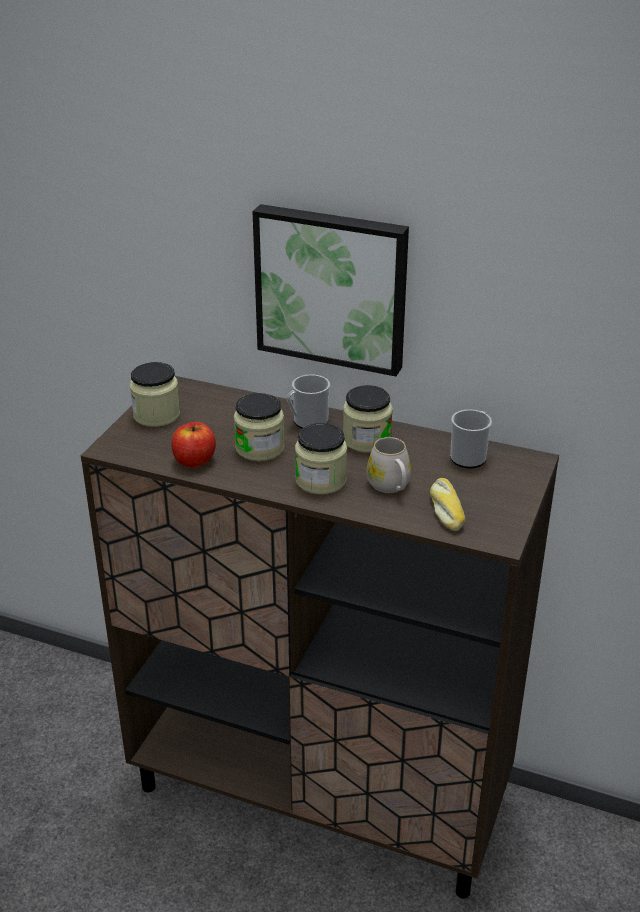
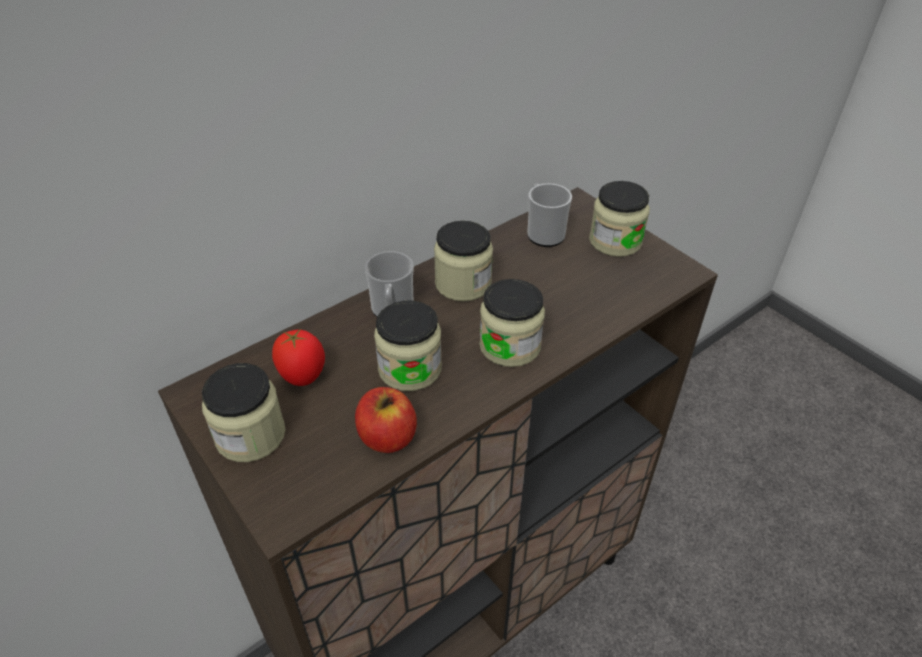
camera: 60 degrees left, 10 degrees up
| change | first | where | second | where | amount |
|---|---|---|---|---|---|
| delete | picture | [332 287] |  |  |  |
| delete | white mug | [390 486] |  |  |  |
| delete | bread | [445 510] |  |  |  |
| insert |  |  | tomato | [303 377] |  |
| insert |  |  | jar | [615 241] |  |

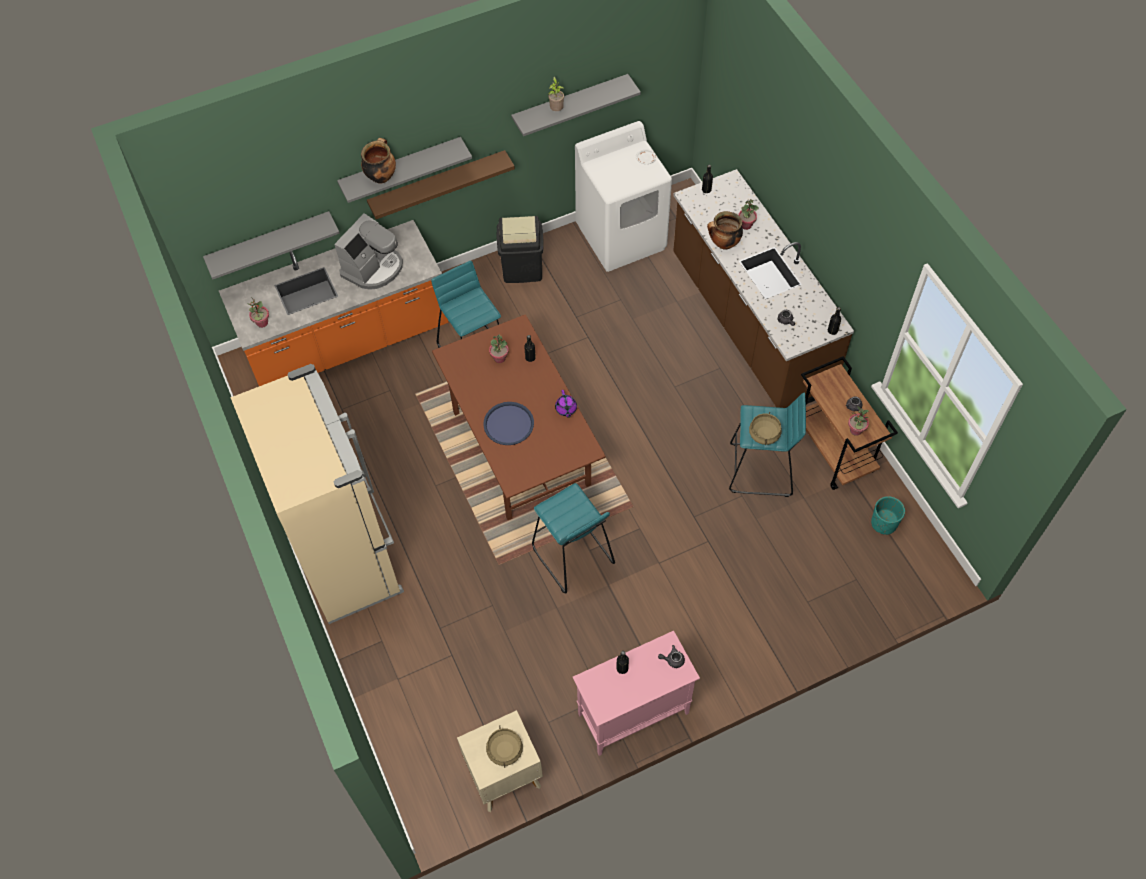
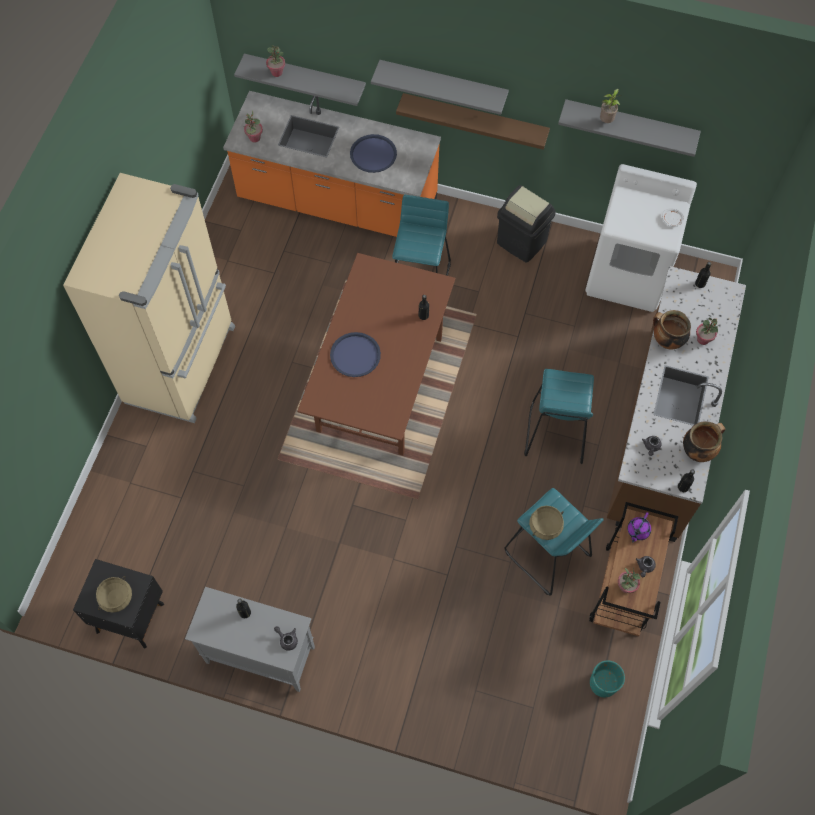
camera: 40 degrees right, 5 degrees up
| change | first | where | second | where | amount |
|---|---|---|---|---|---|
| move | cooking pot | [381 176] |  | [697 450] |  |
| move | potted plant | [499 358] |  | [277 72] |  |
| move | turquoise stool | [572 556] |  | [555 434] |  |
| move | purple teapot | [566 409] |  | [637 531] |  |
| replace | coffee machine | [373 268] | blue tray | [373 154] |  |
| recolor | beige nightstand | [503 776] | black nightstand | [129 616] |  |
| recolor | pink cabinet | [632 714] | grey cabinet | [259 655] |  |

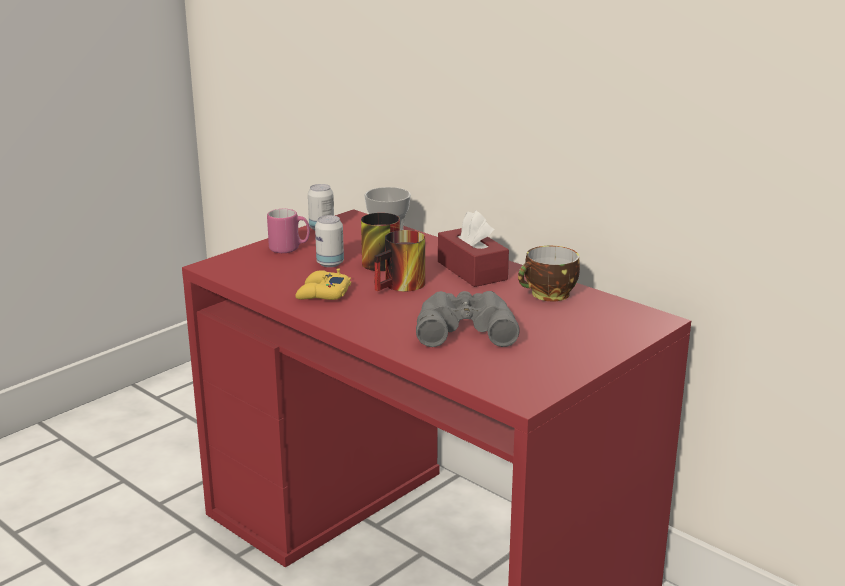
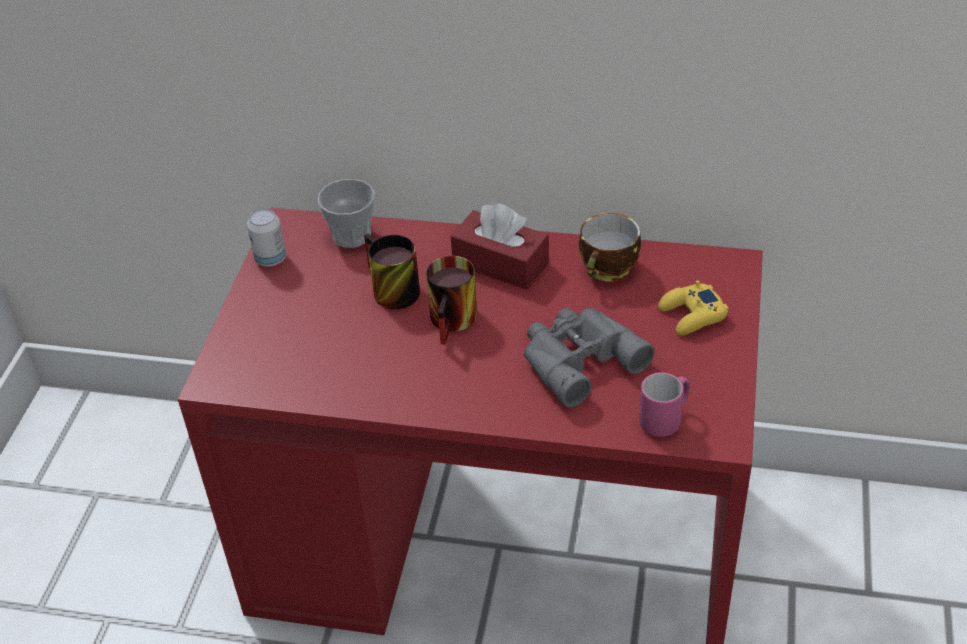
camera: 30 degrees left, 20 degrees up
| change | first | where | second | where | amount |
|---|---|---|---|---|---|
| delete | can | [330 263] |  |  |  |
| move | pink mug | [289 249] |  | [665 419] |  |
| move | yellow game controller | [323 293] |  | [692 315] |  |

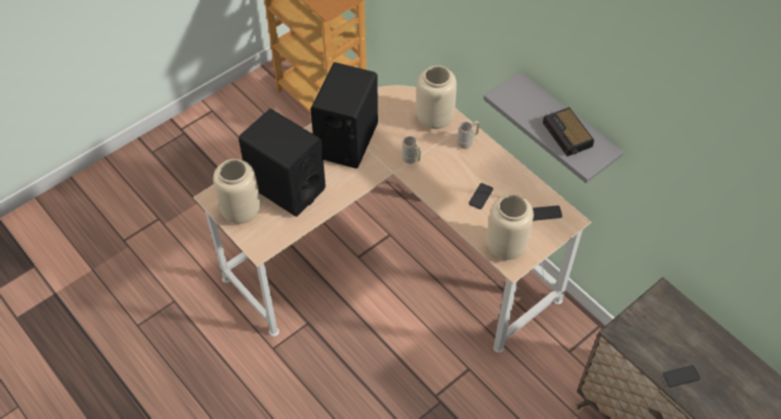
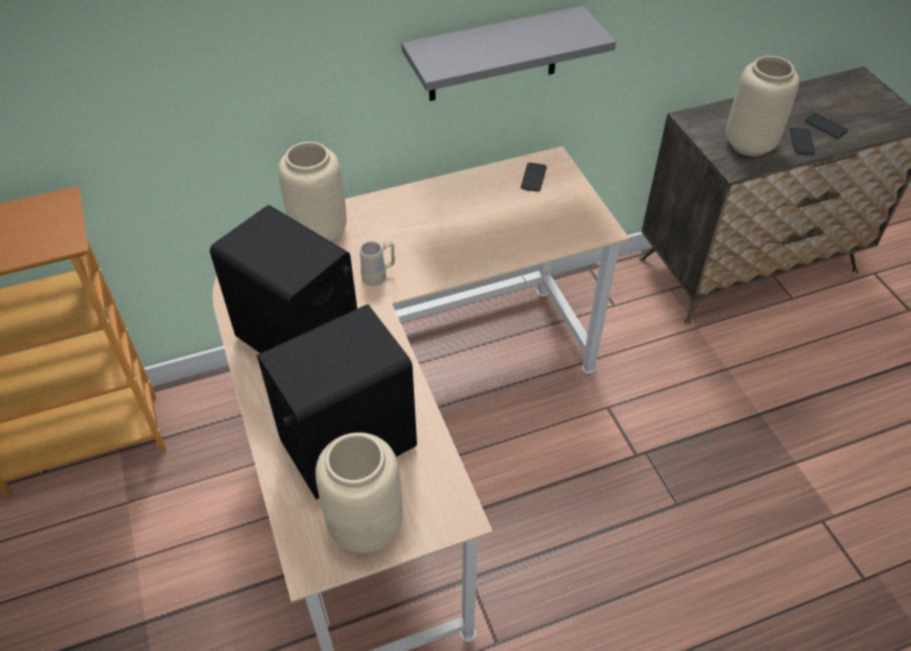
camera: 70 degrees left, 5 degrees down
| change | first | where | second | where | amount |
|---|---|---|---|---|---|
| delete | beige mug | [467 142] |  |  |  |
| delete | alarm clock | [568 135] |  |  |  |
| move | phone | [480 196] |  | [825 126] |  |
| move | beige vase | [506 247] |  | [750 144] |  |

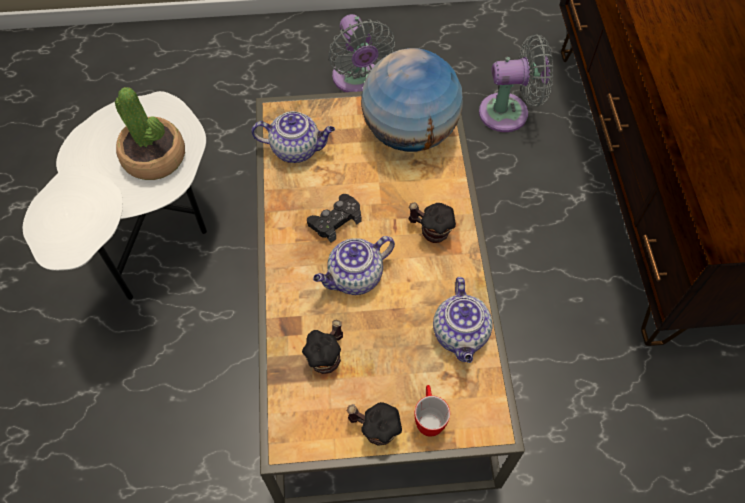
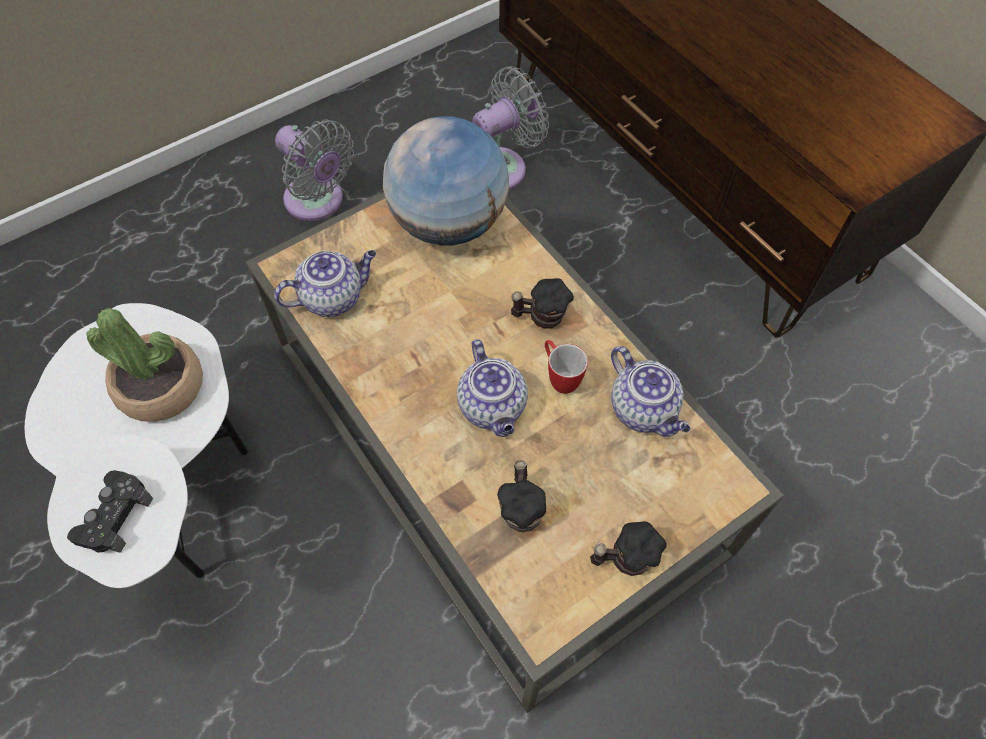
camera: 30 degrees left, 0 degrees up
| change | first | where | second | where | amount |
|---|---|---|---|---|---|
| move | black game controller | [335 221] |  | [114 516] |  |
| move | mug | [428 418] |  | [559 377] |  |
| rotate | teapot | [354 278] |  | [493 408] | 45 degrees counterclockwise |

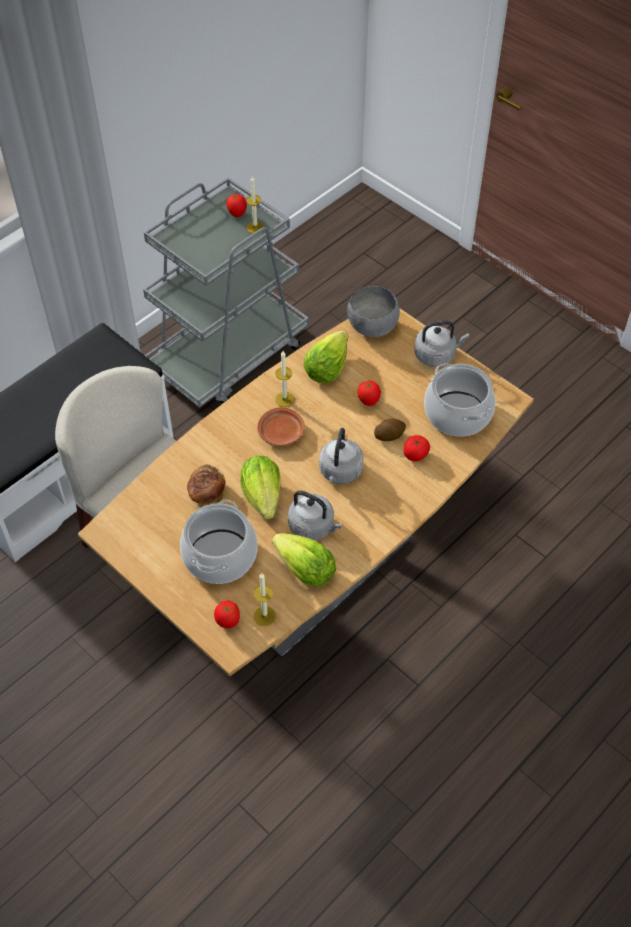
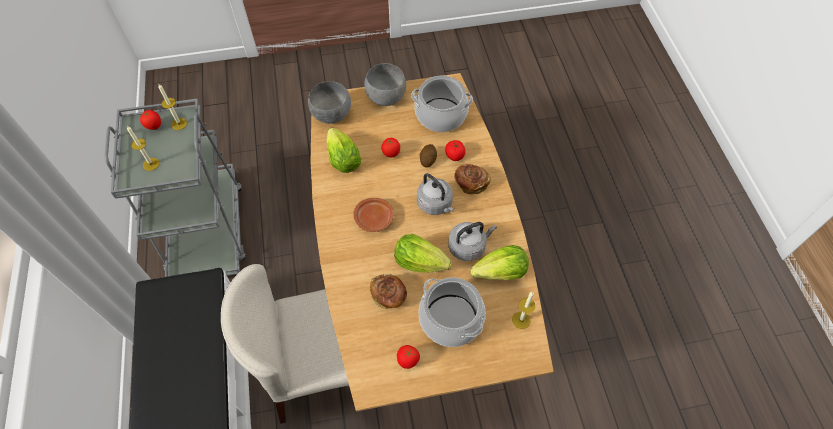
camera: 55 degrees left, 5 degrees up
| change | first | where | second | where | amount |
|---|---|---|---|---|---|
| insert |  |  | bread | [470 183] |  |
| move | tomato | [227 622] |  | [408 361] |  |
| move | candle | [284 399] |  | [151 164] |  |
| replace | grey kettle | [437 355] | grey bowl | [385 97] |  |

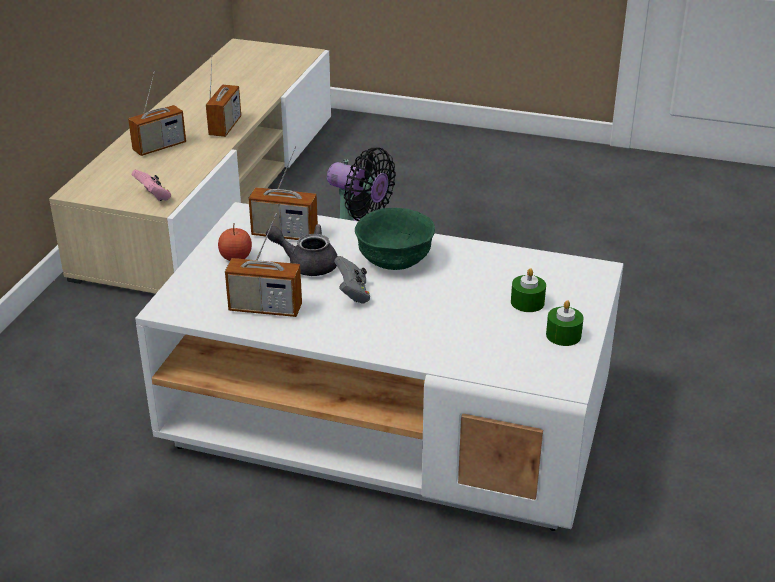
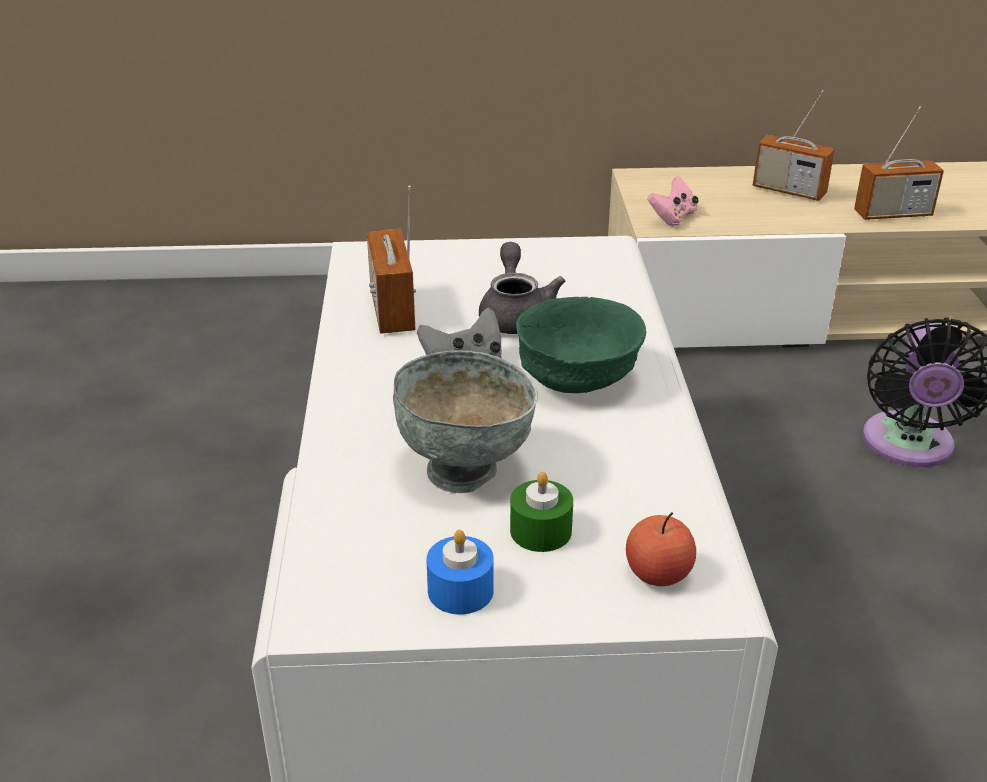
camera: 70 degrees right, 0 degrees up
| change | first | where | second | where | amount |
|---|---|---|---|---|---|
| delete | radio | [284 234] |  |  |  |
| insert |  |  | grey bowl | [464 470] |  |
| move | apple | [236 257] |  | [658 574] |  |
| recolor | green candle | [563 335] | blue candle | [460 590] |  |

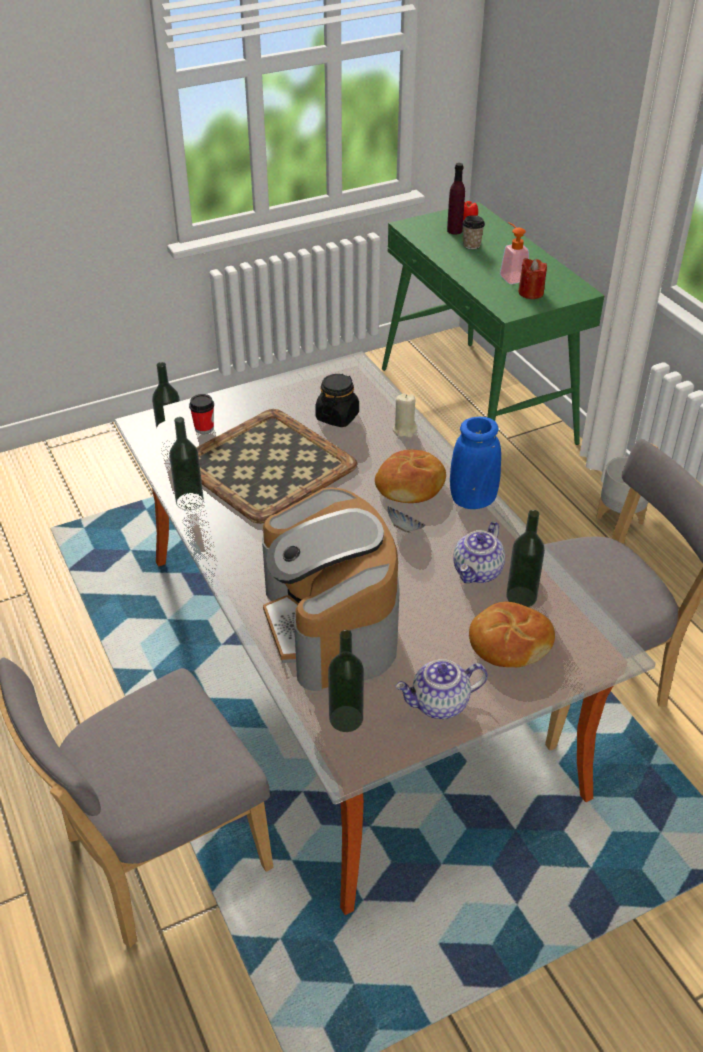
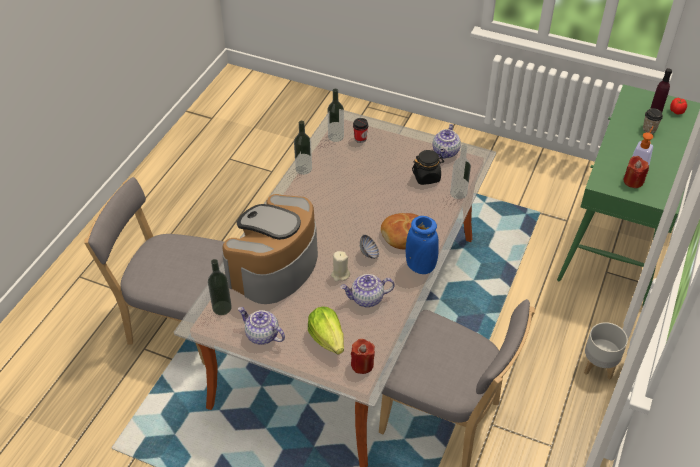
camera: 50 degrees right, 5 degrees up
| change | first | where | second | where | amount |
|---|---|---|---|---|---|
| delete | tray | [265 465] |  |  |  |
| insert |  |  | red candle | [362 364] |  |
| insert |  |  | teapot | [445 152] |  |
| move | beige candle | [405 430] |  | [340 274] |  |
| move | bottle | [521 597] |  | [458 193] |  |
| replace | bread | [508 643] | lettuce | [327 339] |  |

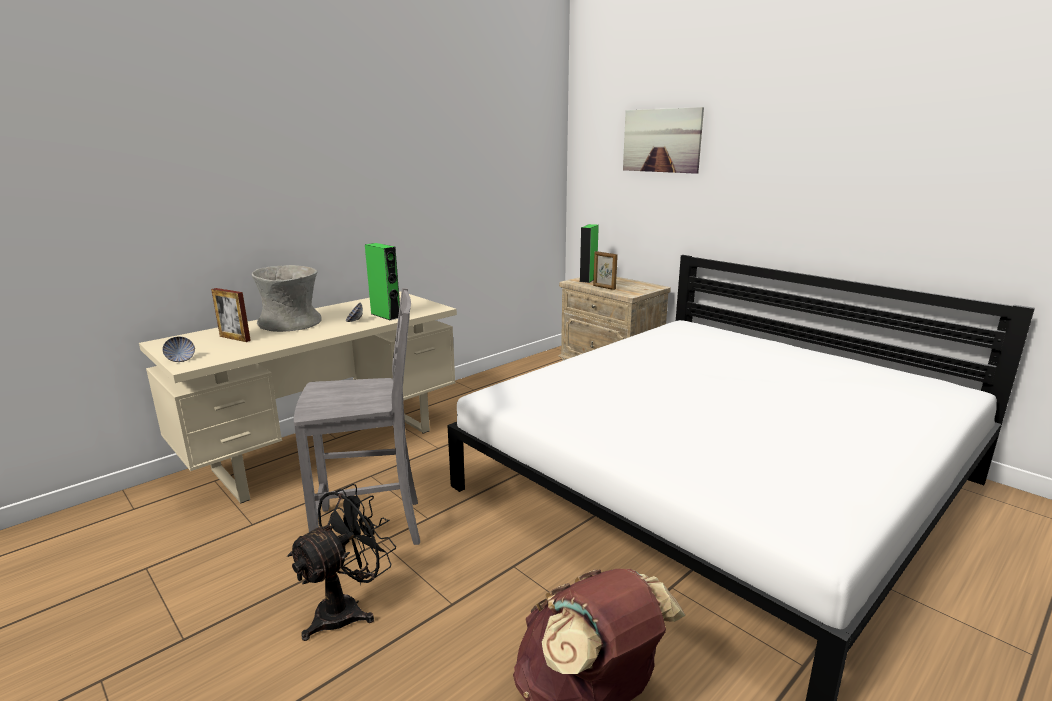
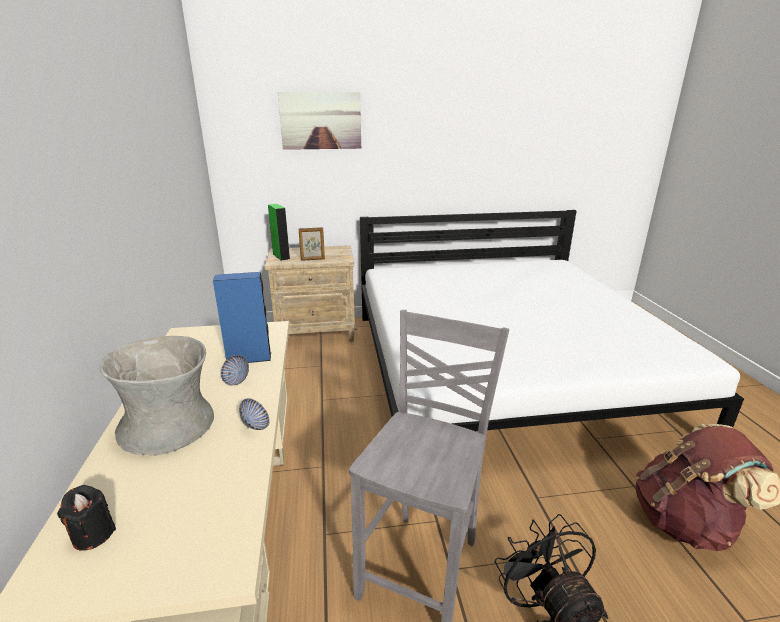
camera: 55 degrees left, 5 degrees up
| change | first | where | second | where | amount |
|---|---|---|---|---|---|
| delete | picture frame | [235 338] |  |  |  |
| insert |  |  | black candle | [93 534] |  |
| move | bowl | [181 359] |  | [255 425] |  |
| recolor | green speaker | [385 315] | blue speaker | [249 358] |  |

